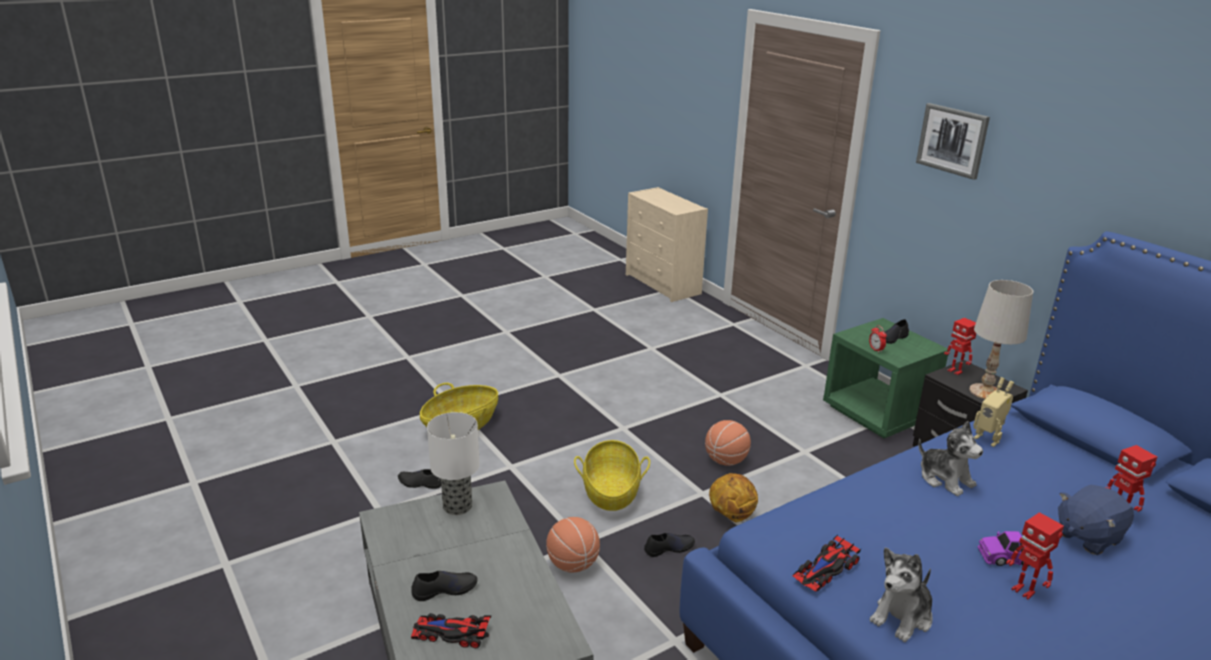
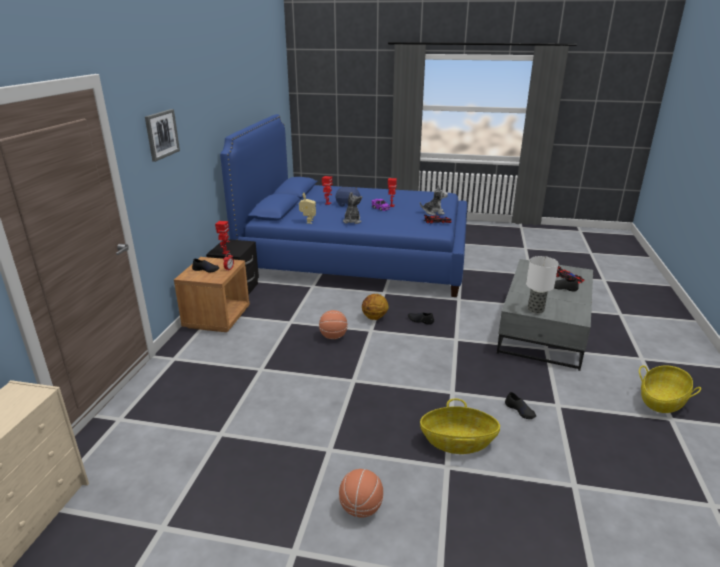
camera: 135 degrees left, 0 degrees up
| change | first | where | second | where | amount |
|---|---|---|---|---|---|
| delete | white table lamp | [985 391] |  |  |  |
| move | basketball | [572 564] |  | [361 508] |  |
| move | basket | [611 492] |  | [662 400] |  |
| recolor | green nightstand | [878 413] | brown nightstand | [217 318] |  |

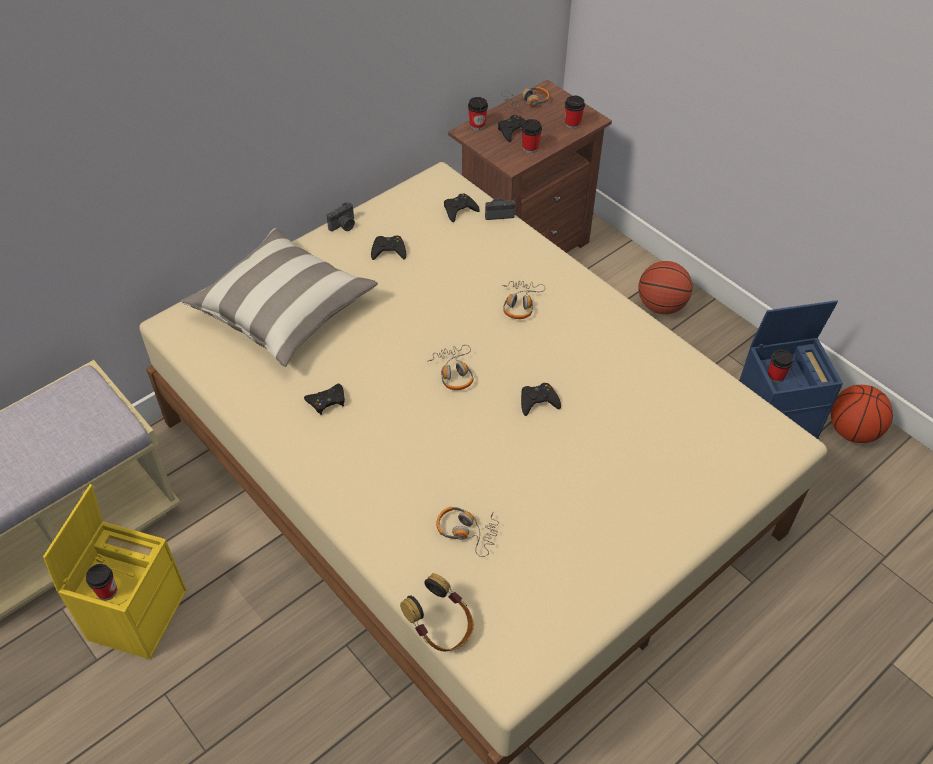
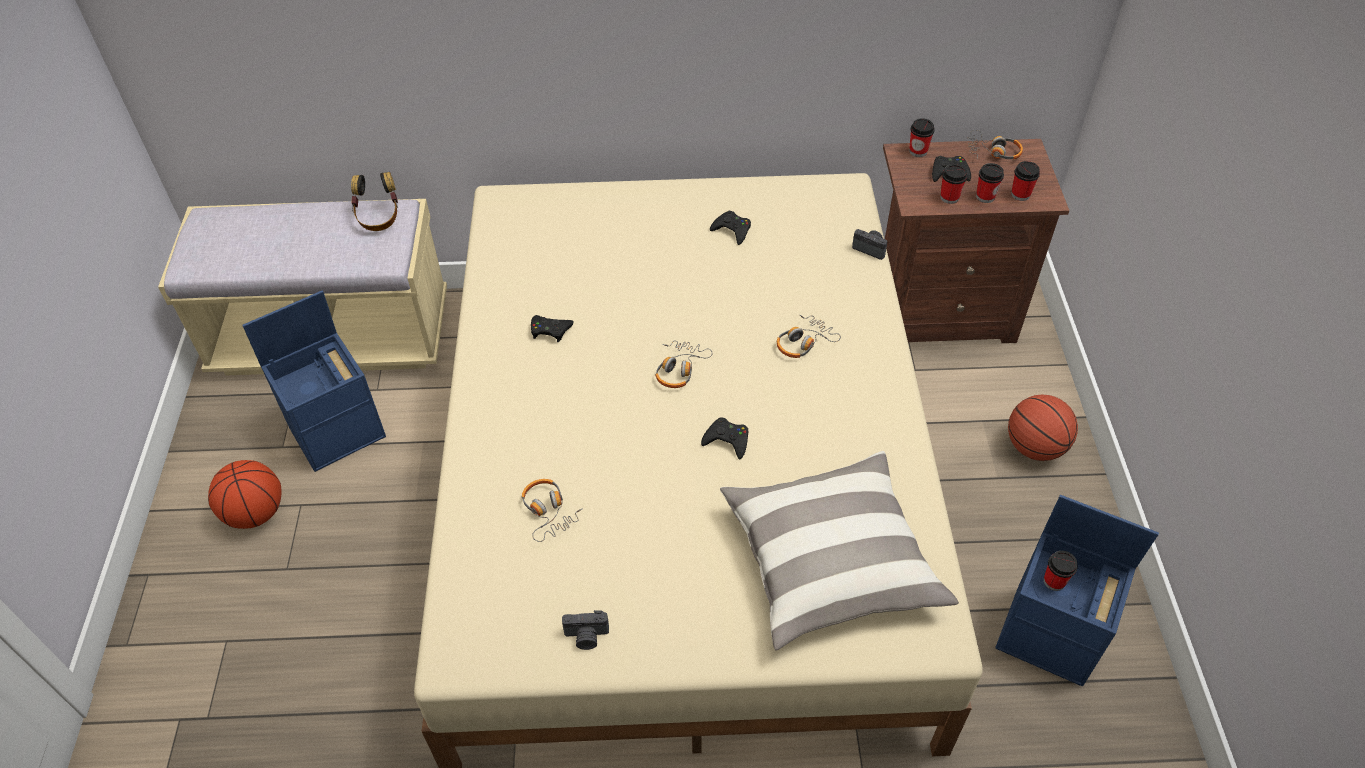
camera: 40 degrees right, 0 degrees up
| change | first | where | second | where | amount |
|---|---|---|---|---|---|
| delete | black game controller | [459 210] |  |  |  |
| move | cup | [107 591] |  | [985 196] |  |
| move | pillow | [283 311] |  | [830 562] |  |
| move | photo camera | [343 226] |  | [586 637] |  |
| move | headphones | [441 628] |  | [379 217] |  |
| move | basketball | [852 431] |  | [256 513] |  |
| recolor | yellow storage box | [137 612] | blue storage box | [338 430] |  |

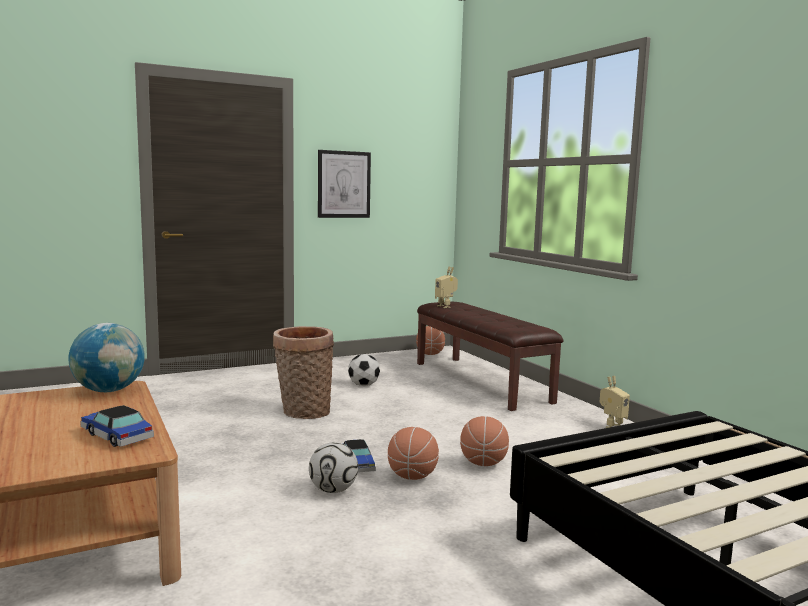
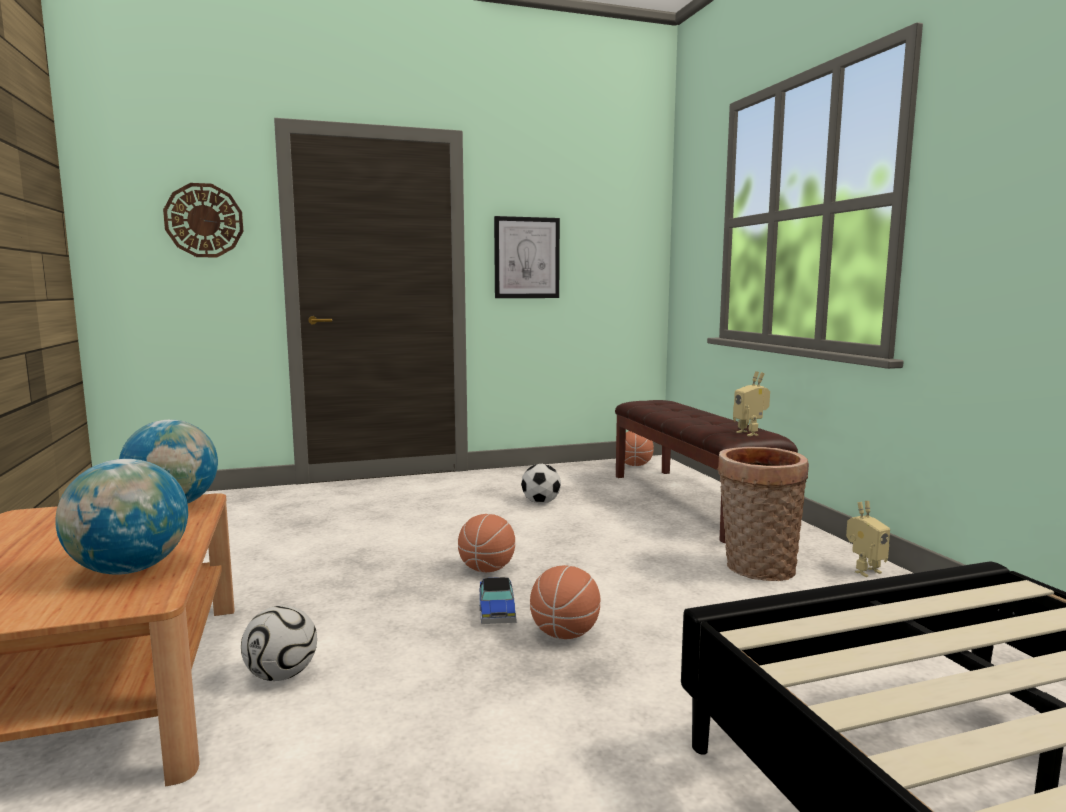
camera: 10 degrees right, 0 degrees up
| change | first | where | second | where | amount |
|---|---|---|---|---|---|
| insert |  |  | wall clock | [204 220] |  |
| move | basket | [303 412] |  | [756 569] |  |
| move | football | [333 490] |  | [282 675] |  |
| move | toy robot | [445 306] |  | [750 433] |  |
| move | basketball | [483 463] |  | [487 569] |  |
| replace | toy car | [117 435] | globe | [129 570] |  |

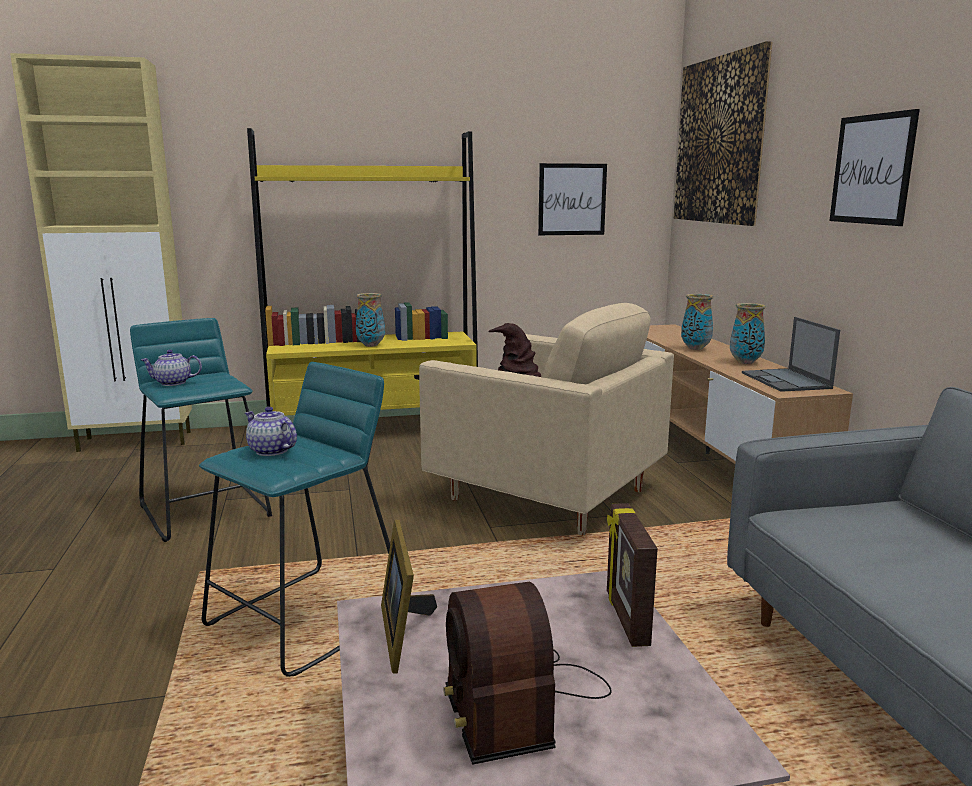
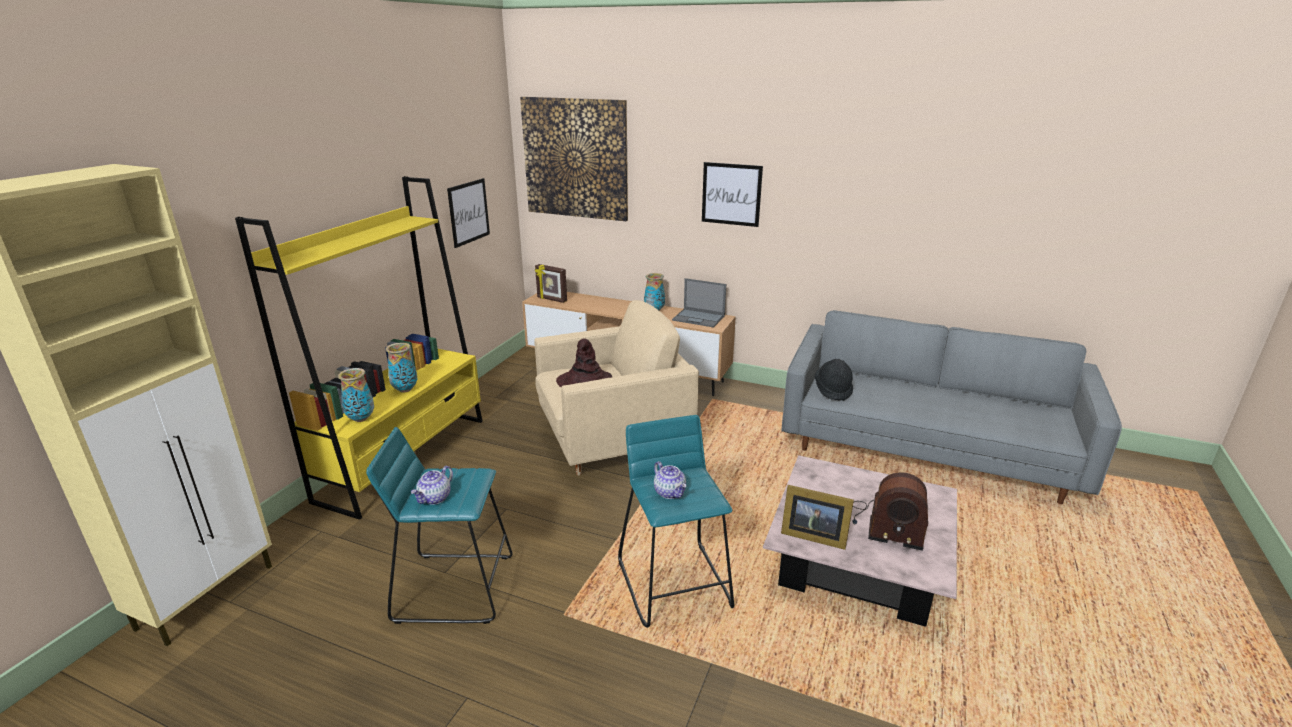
camera: 55 degrees left, 10 degrees up
| change | first | where | second | where | amount |
|---|---|---|---|---|---|
| insert |  |  | black hat | [833 390] |  |
| move | picture frame | [625 618] |  | [551 299] |  |
| move | vase | [695 348] |  | [360 419] |  |
| rotate | teapot | [271 451] |  | [670 492] | 105 degrees counterclockwise |

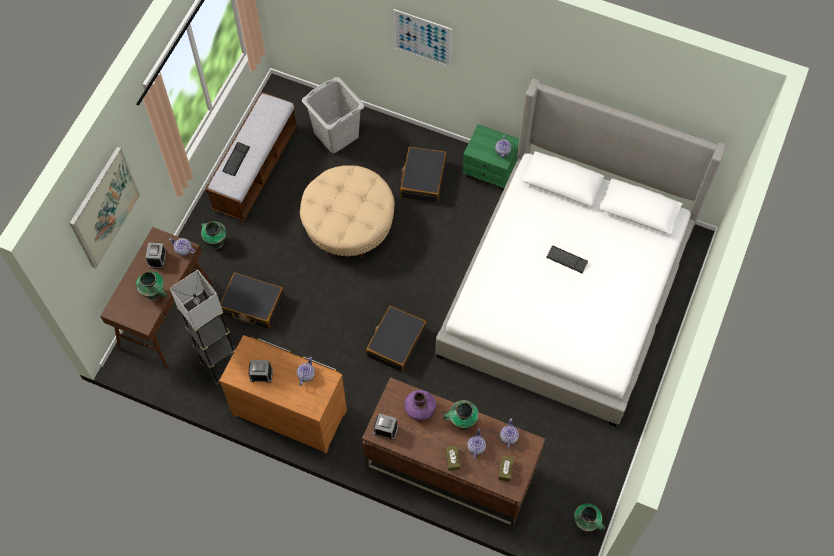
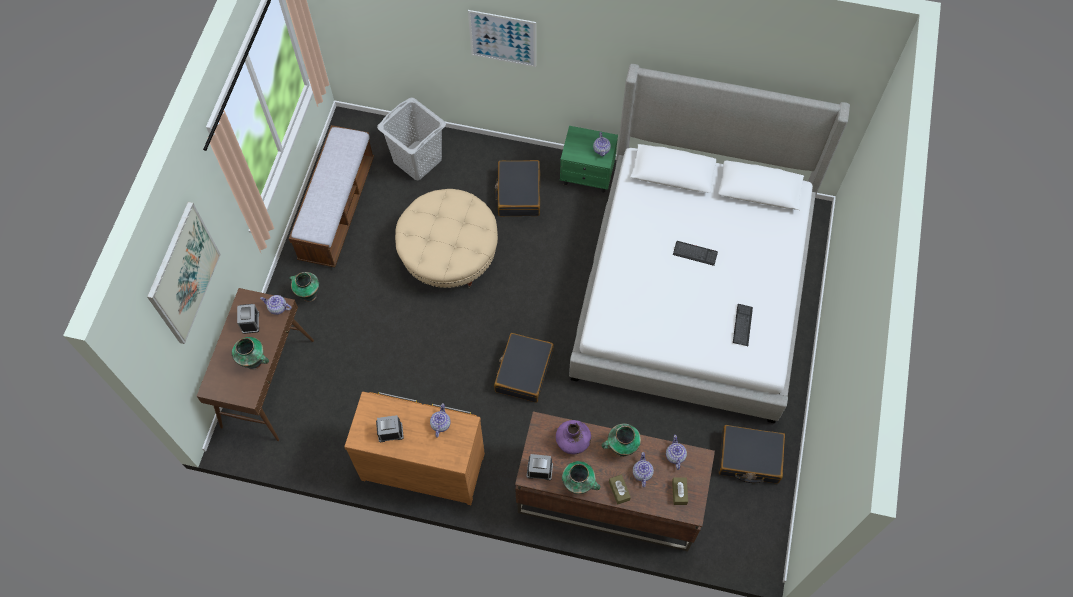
camera: 10 degrees left, 0 degrees up
| change | first | where | second | where | amount |
|---|---|---|---|---|---|
| delete | grey floor lamp | [221 366] |  |  |  |
| move | black suitcase | [253 305] |  | [749 458] |  |
| move | keyboard | [236 159] |  | [742 325] |  |
| move | vase | [585 524] |  | [578 486] |  |

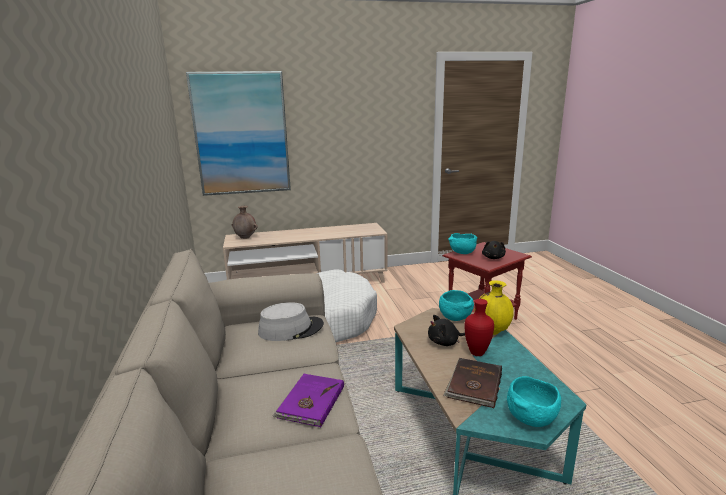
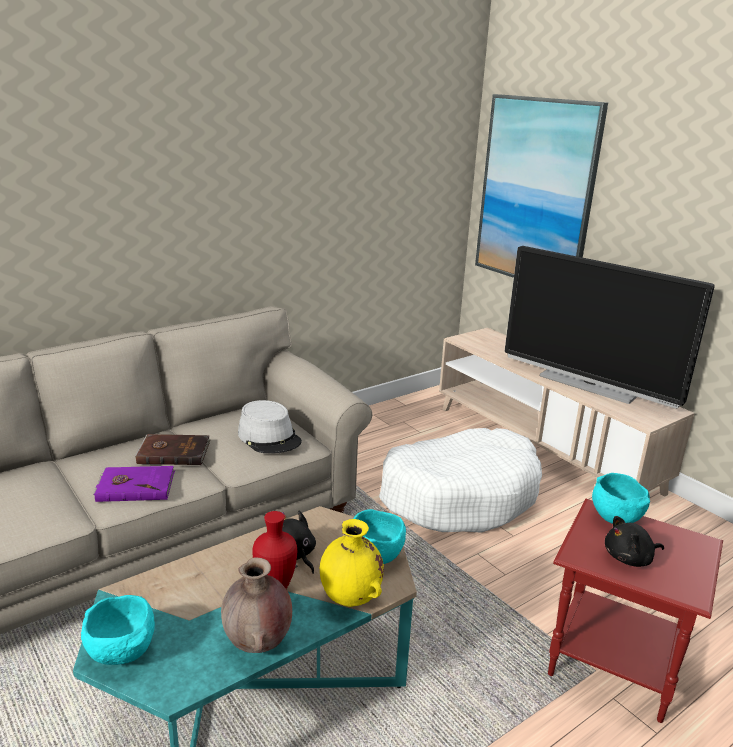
camera: 65 degrees right, 5 degrees up
| change | first | where | second | where | amount |
|---|---|---|---|---|---|
| insert |  |  | television | [588 385] |  |
| move | brown vase | [245 237] |  | [258 644] |  |
| move | brown book | [473 384] |  | [173 452] |  |

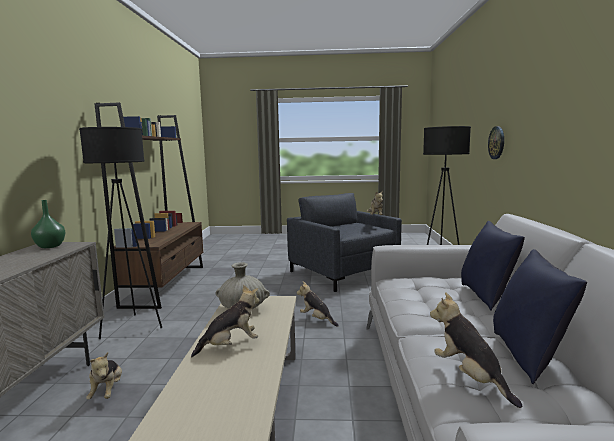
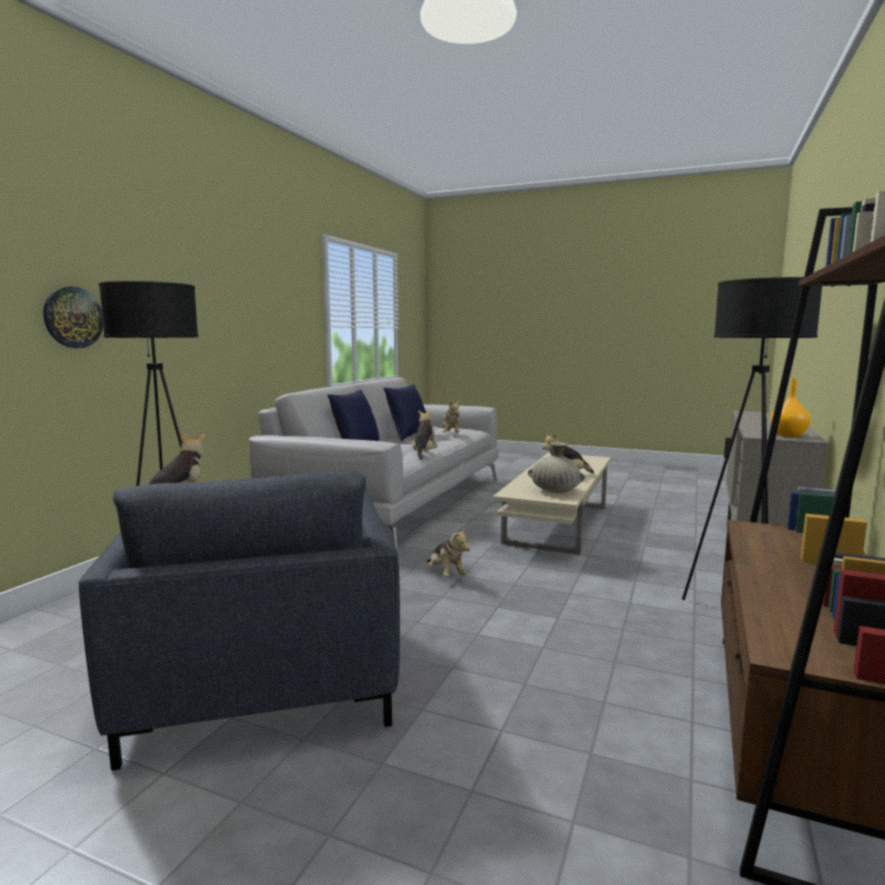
camera: 160 degrees left, 0 degrees up
| change | first | where | second | where | amount |
|---|---|---|---|---|---|
| move | plush toy | [107 391] |  | [424 454] |  |
| recolor | green vase | [51 246] | orange vase | [788 435] |  |

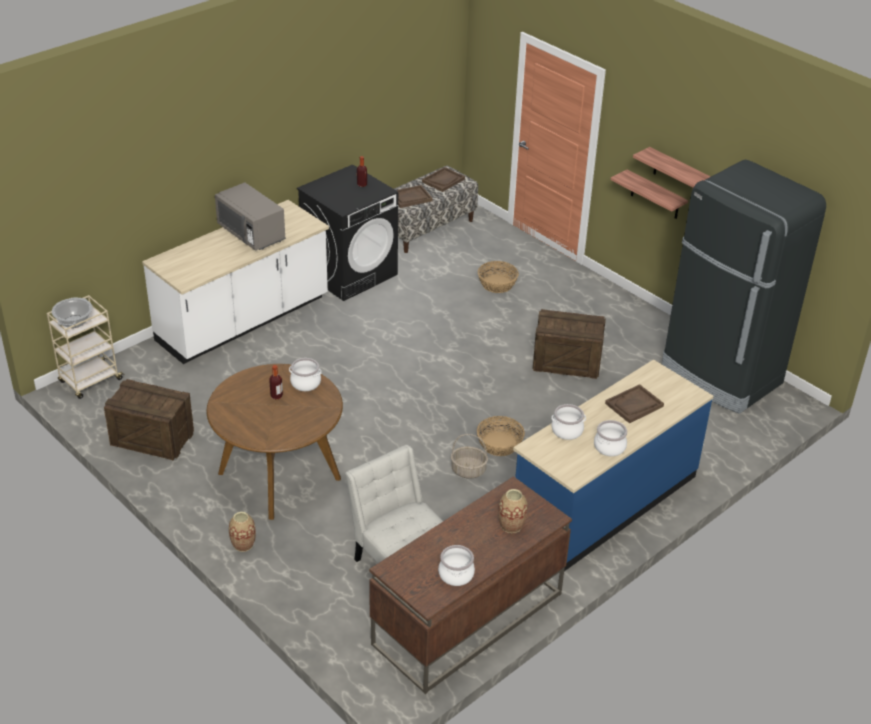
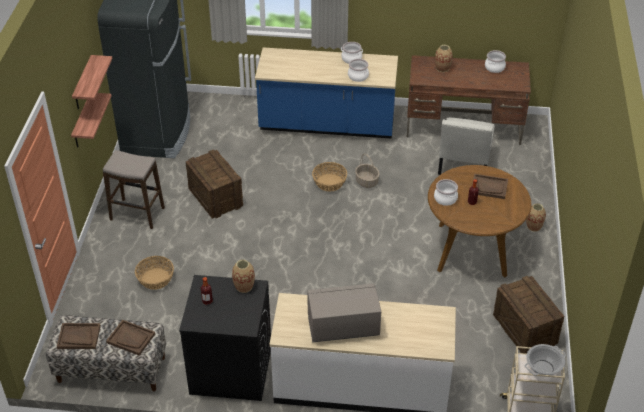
camera: 130 degrees left, 5 degrees up
| change | first | where | second | where | amount |
|---|---|---|---|---|---|
| insert |  |  | stool | [137 214] |  |
| insert |  |  | vase | [244 286] |  |
| move | brown tray | [634 405] |  | [489 187] |  |
| rotate | grey microwave | [251 234] |  | [343 326] | 105 degrees counterclockwise |

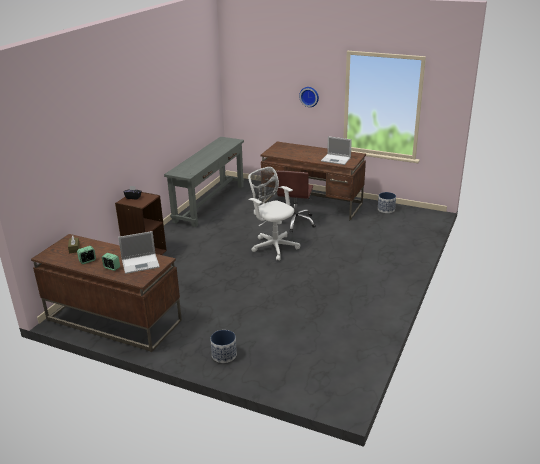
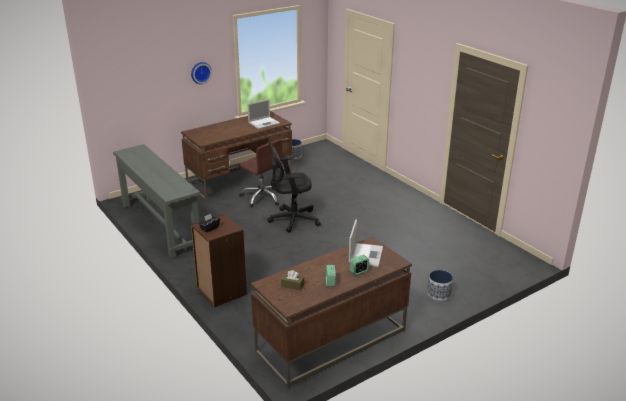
camera: 60 degrees left, 0 degrees up
| change | first | where | second | where | amount |
|---|---|---|---|---|---|
| recolor | white office chair | [273 246] | black office chair | [291 220] |  |

